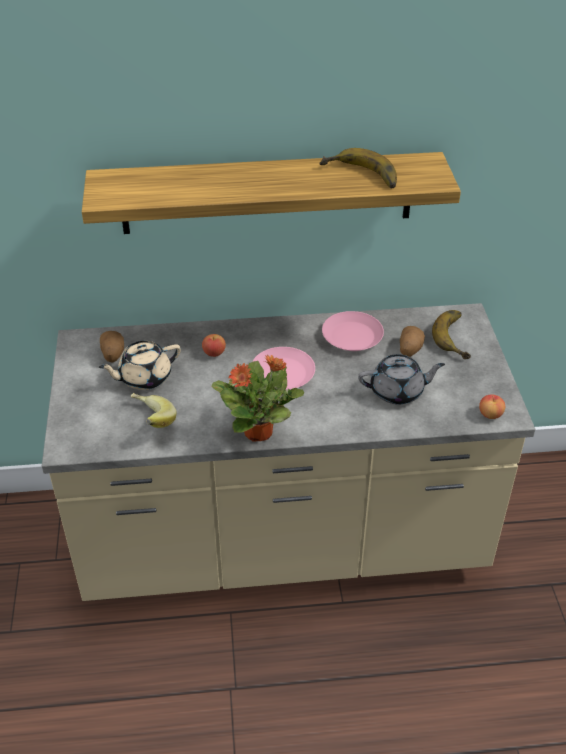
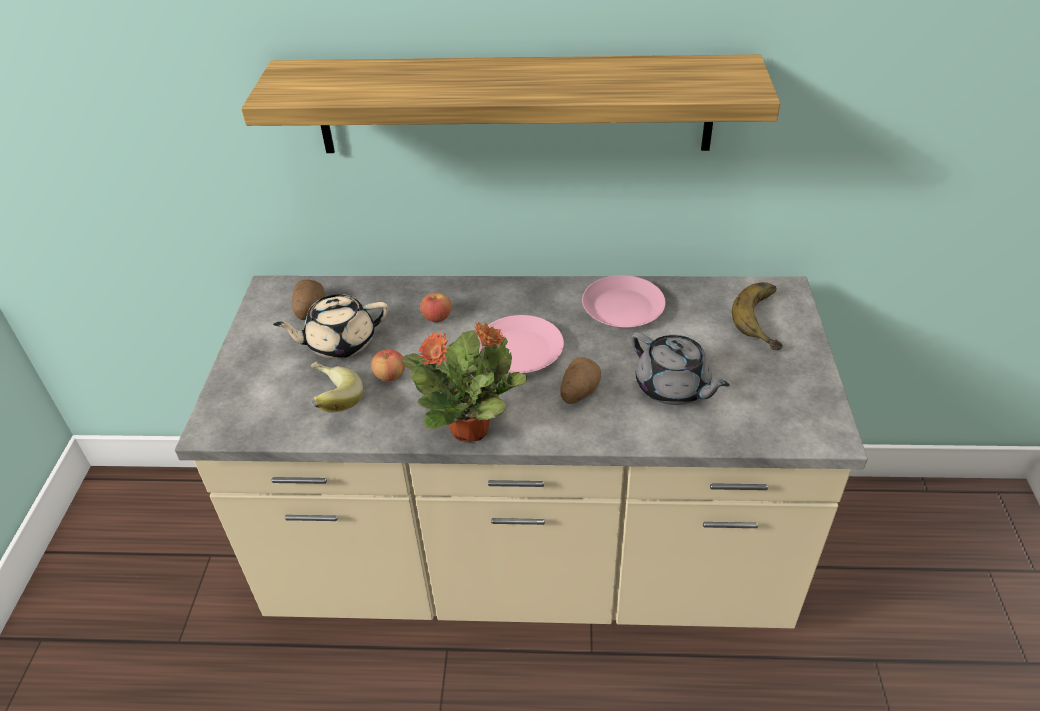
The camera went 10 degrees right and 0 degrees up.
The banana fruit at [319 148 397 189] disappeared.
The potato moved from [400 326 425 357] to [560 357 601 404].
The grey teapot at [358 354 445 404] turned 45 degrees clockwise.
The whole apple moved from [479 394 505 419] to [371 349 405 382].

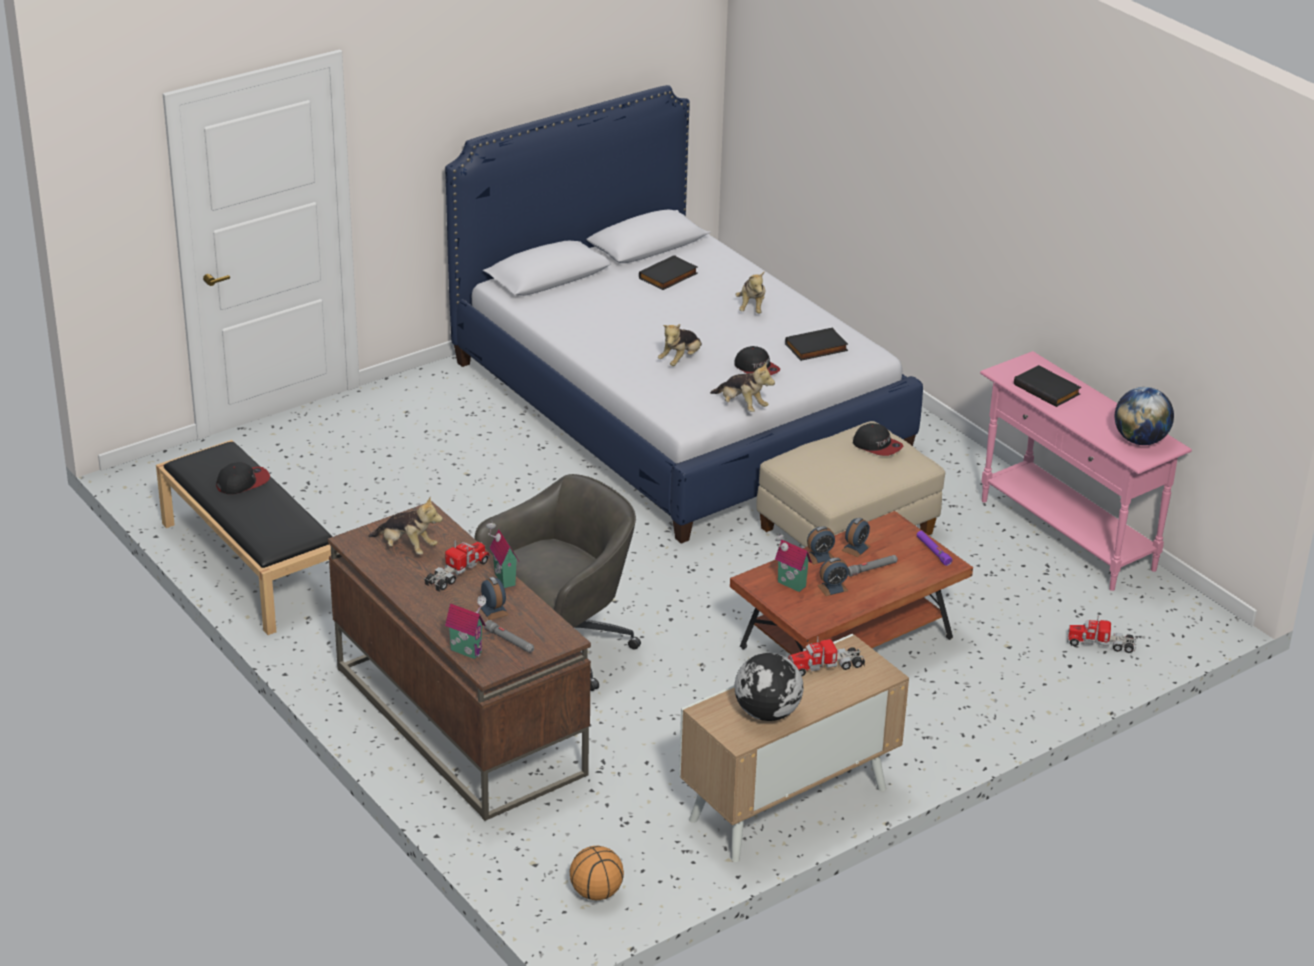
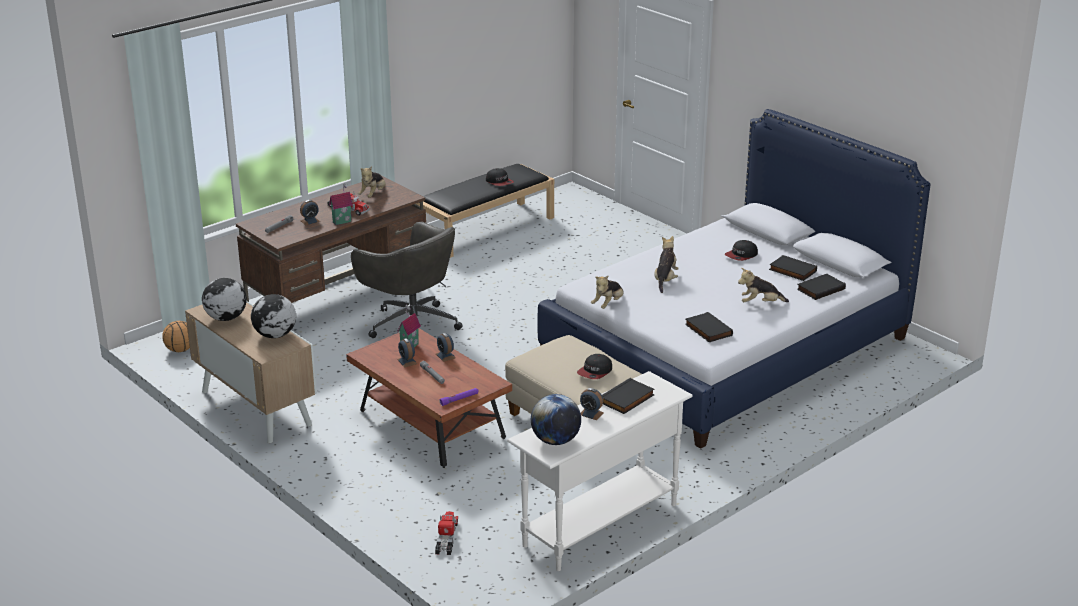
The camera went 85 degrees right and 5 degrees down.
The plush toy at [658 324 702 366] turned 75 degrees clockwise.
The cap moved from [734 346 780 375] to [724 240 758 261].
The pink narrow table at [980 351 1192 591] became the whitish narrow table at [507 371 693 571].
The bedside clock moved from [841 518 871 557] to [580 388 604 420].
The model house at [445 595 486 659] disappeared.
The model truck at [788 637 865 677] was replaced by the desk globe at [251 294 296 338].
The black volume at [797 274 846 300] appeared.

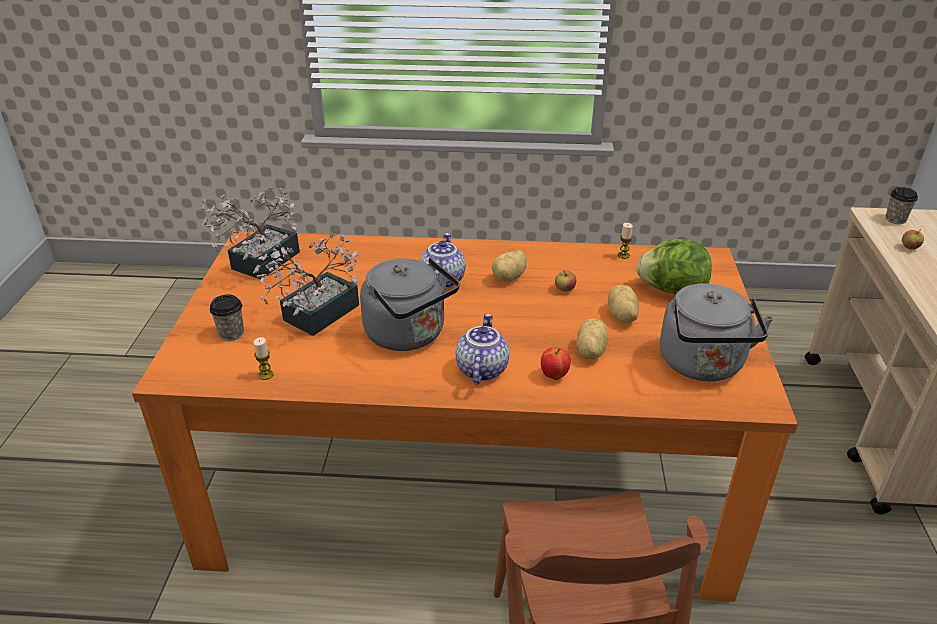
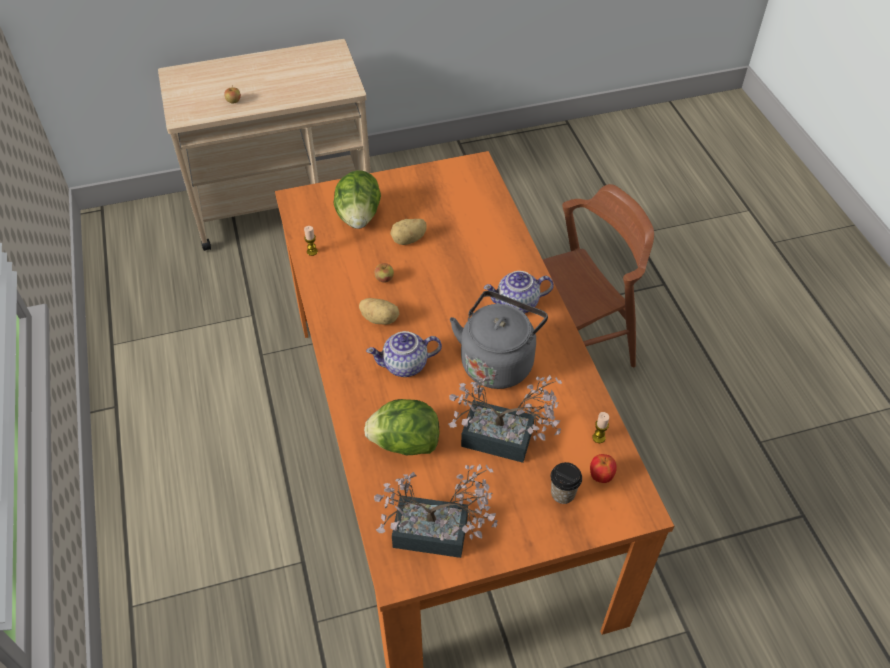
The camera went 110 degrees left and 15 degrees up.
The cup at [886 187 918 224] disappeared.
The grey water kettle at [660 284 773 381] disappeared.
The potato at [576 318 608 359] disappeared.
The whole apple moved from [541 347 571 380] to [590 454 617 483].
The head of lettuce at [364 399 439 455] appeared.

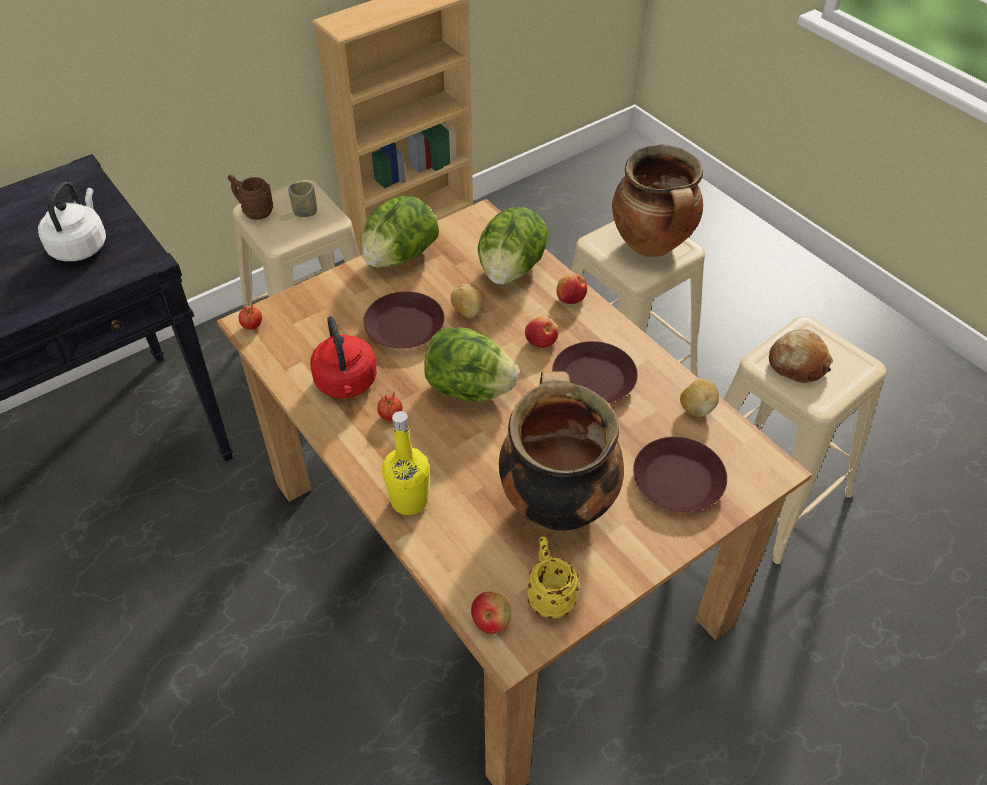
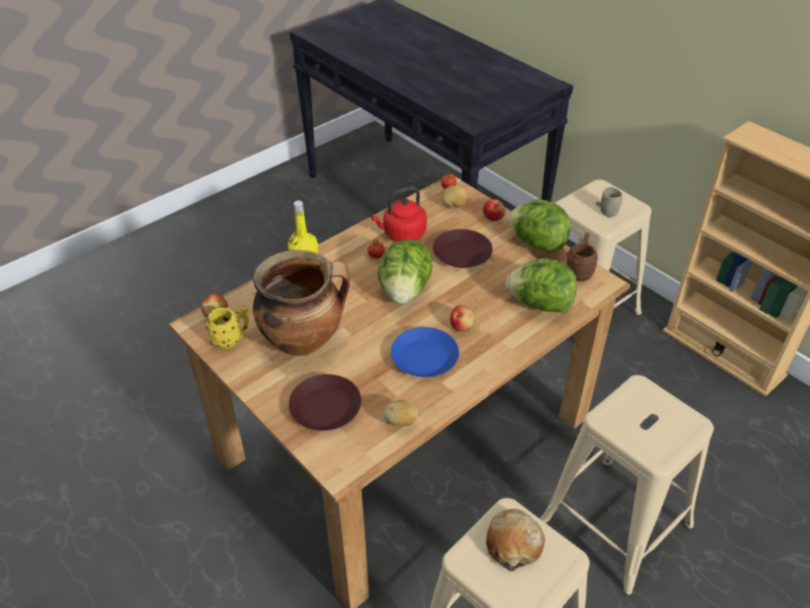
The camera went 85 degrees right and 5 degrees down.
The stockpot at [612 145 703 257] disappeared.
The brown-coloured tea mug moved from [228 175 273 220] to [566 233 598 282].
The whitish water kettle at [38 182 106 261] disappeared.
The whole apple moved from [557 274 587 304] to [483 199 505 221].
The potato moved from [451 284 484 318] to [442 185 467 208].
The brown-coloured dinner plate at [552 341 638 403] became the blue-coloured dinner plate at [391 327 459 377].

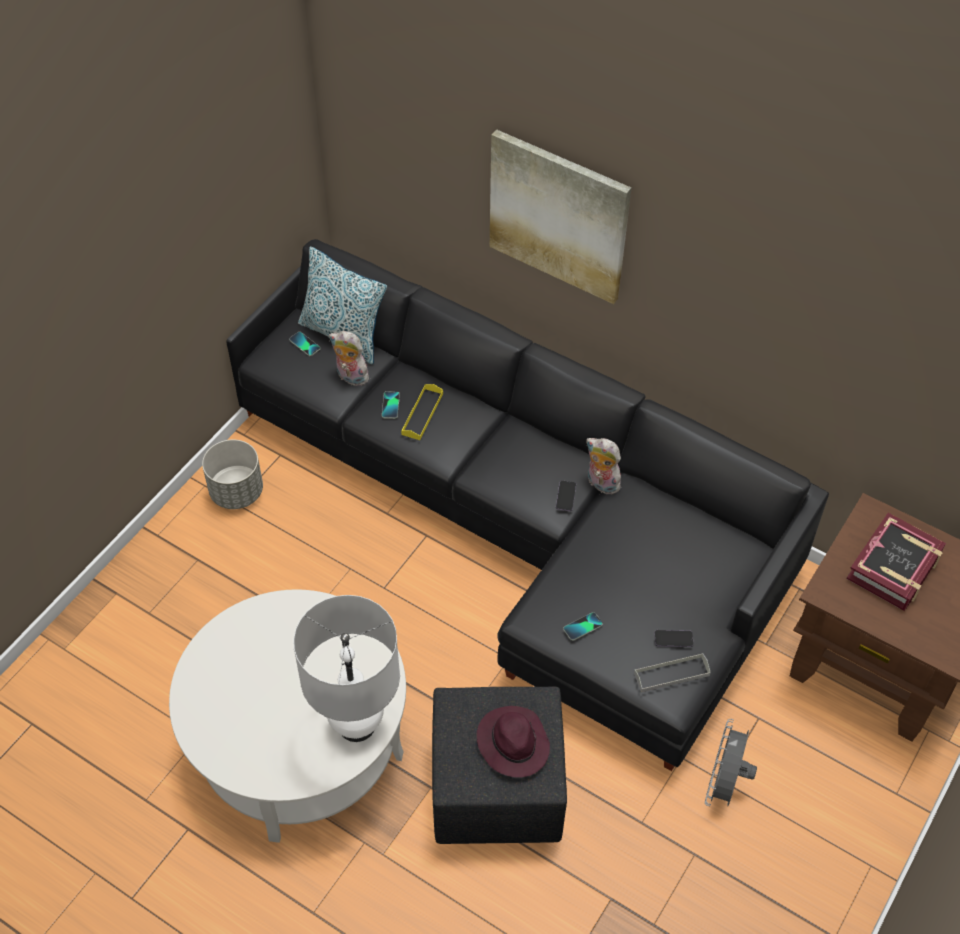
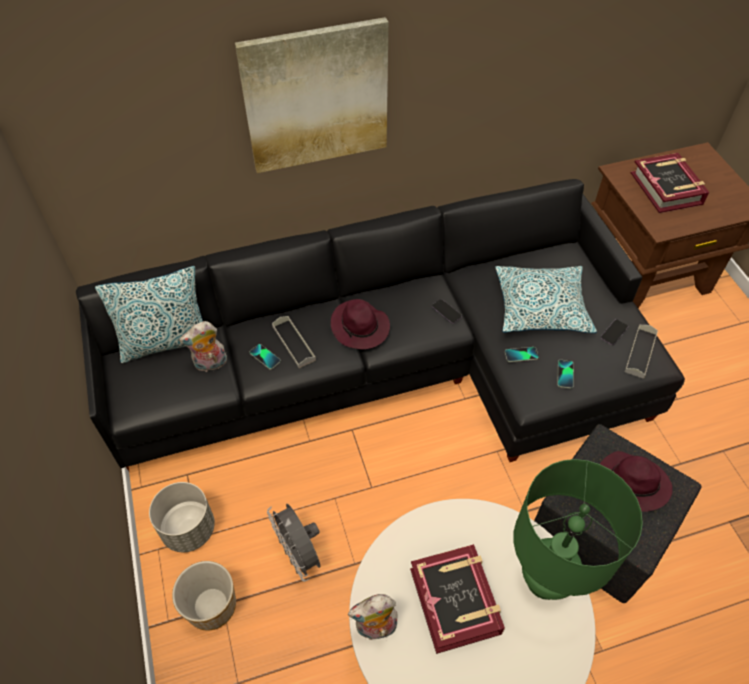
The camera went 50 degrees left and 0 degrees up.
The phone moved from [289 332 320 356] to [505 347 539 362].
The yellow tray at [401 384 443 440] became the grey tray at [272 316 316 368].
The plush toy moved from [586 438 625 494] to [348 594 397 641].
The whitish table lamp at [293 595 400 742] became the greenish table lamp at [513 459 643 600].
The grey electric fan moved from [705 719 757 806] to [267 504 320 582].
The cushion at [495 266 597 333] appeared.
The purplish wearable hat at [331 299 390 349] appeared.
The volume at [410 544 505 654] appeared.
The plant pot at [172 561 236 631] appeared.

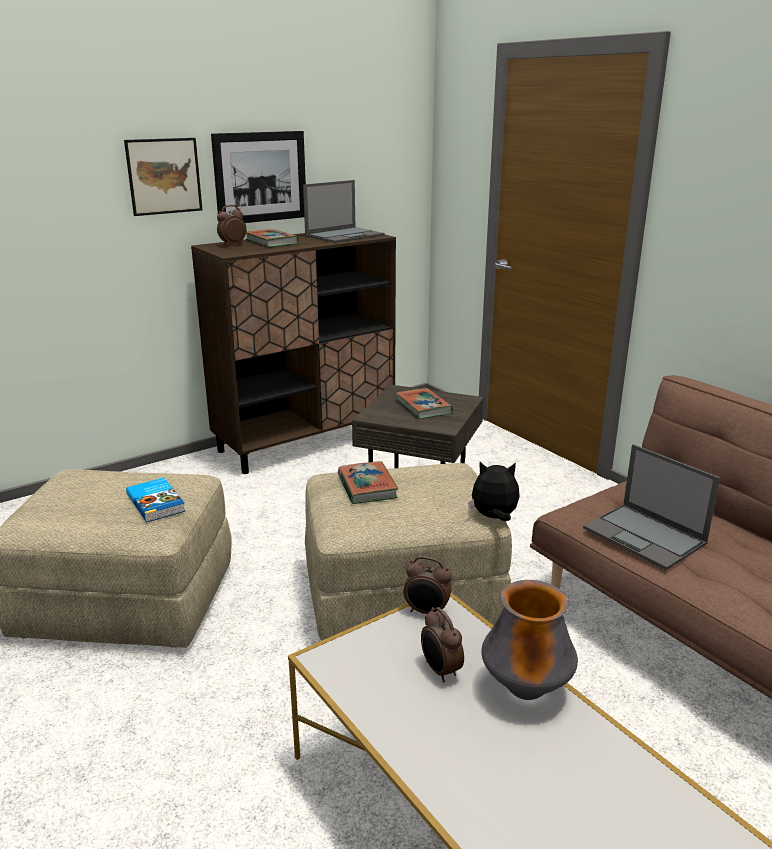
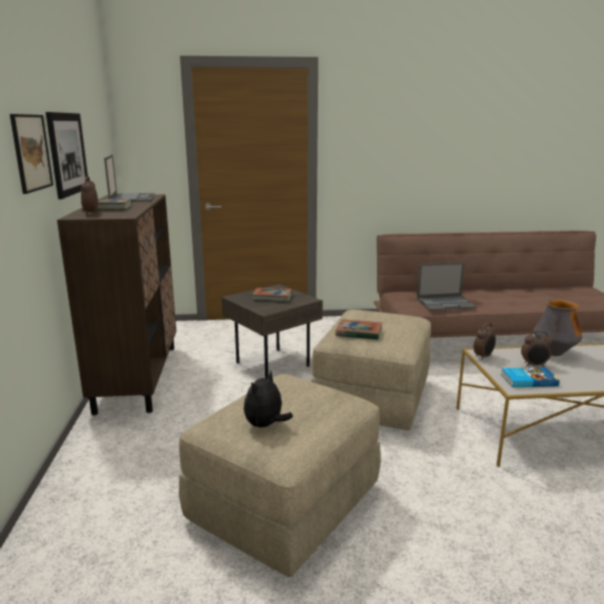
The camera went 60 degrees left and 5 degrees down.
The plush toy moved from [468 462 520 521] to [244 371 293 428].
The volume moved from [126 478 185 522] to [500 367 560 387].

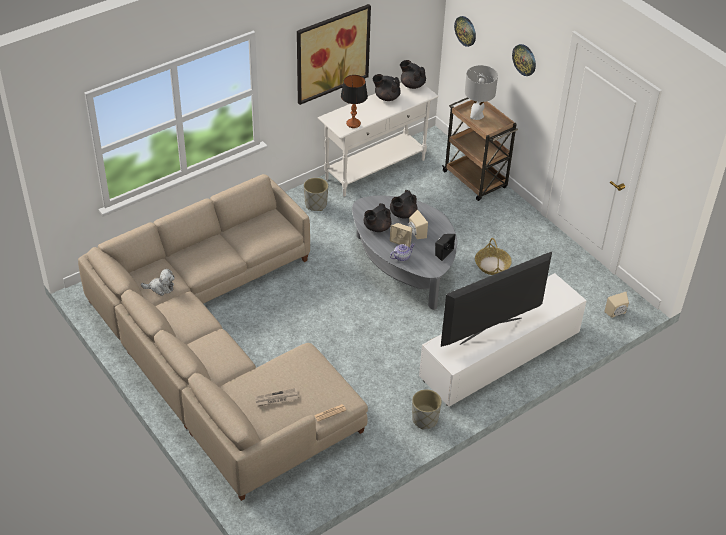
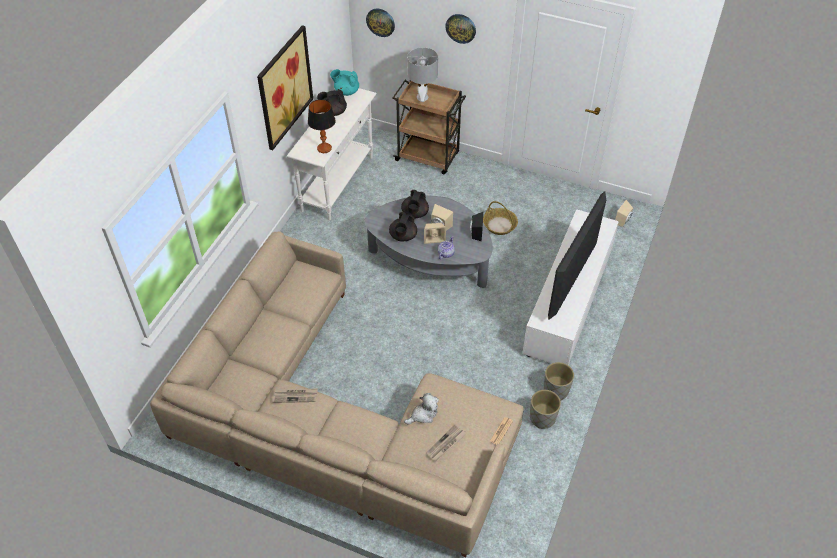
The camera went 30 degrees left and 5 degrees up.
The black teapot at [400 60 426 89] became the turquoise teapot at [330 69 359 96].
The grey plant pot moved from [304 178 328 211] to [530 390 561 429].
The plush toy moved from [141 269 175 296] to [404 393 439 425].
The printed paper at [272 388 318 403] appeared.

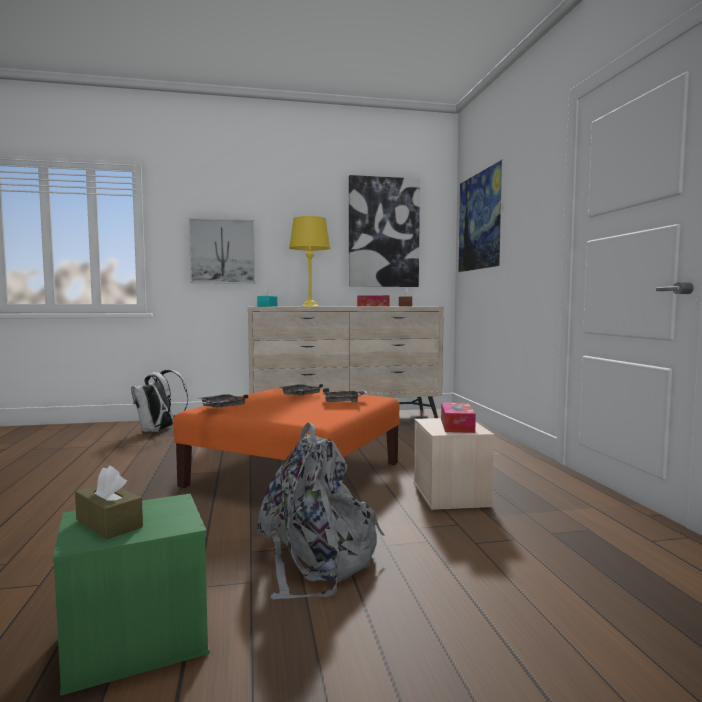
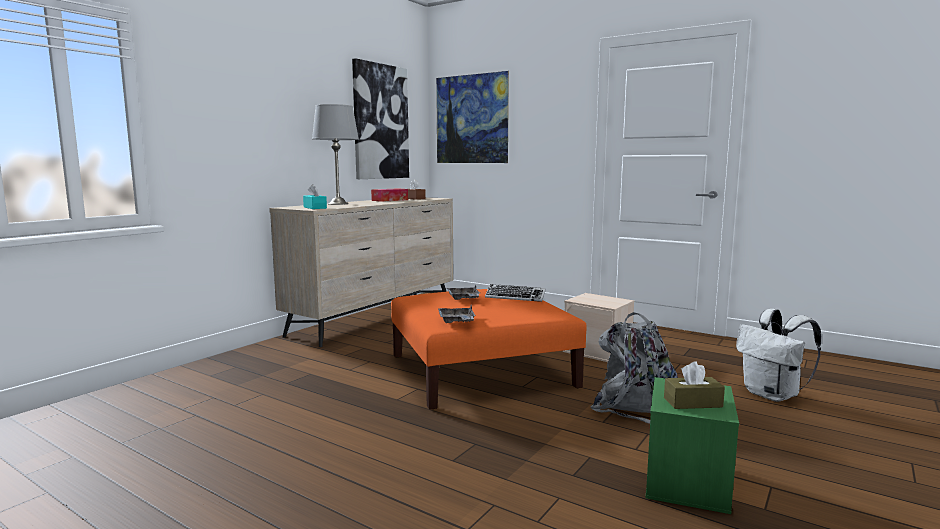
The camera went 45 degrees left and 5 degrees up.
The yellow table lamp at [289 216 330 307] became the grey table lamp at [312 104 359 205].
The wall picture at [189 218 255 284] disappeared.
The whitish rucksack moved from [131 370 188 432] to [736 309 821 402].
The grey tray at [323 388 368 402] was replaced by the computer keyboard at [485 284 546 302].
The tissue holder at [441 402 476 433] disappeared.

